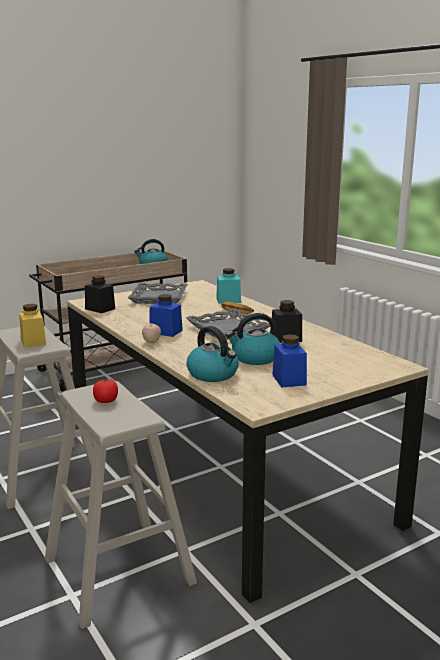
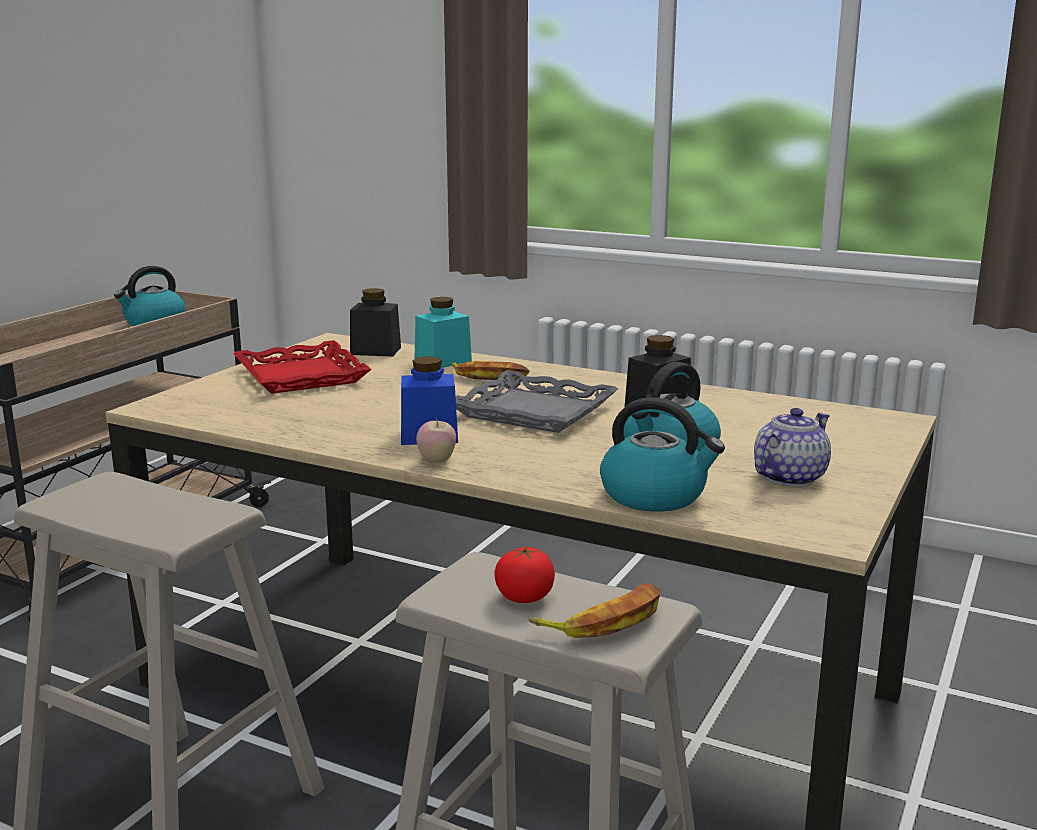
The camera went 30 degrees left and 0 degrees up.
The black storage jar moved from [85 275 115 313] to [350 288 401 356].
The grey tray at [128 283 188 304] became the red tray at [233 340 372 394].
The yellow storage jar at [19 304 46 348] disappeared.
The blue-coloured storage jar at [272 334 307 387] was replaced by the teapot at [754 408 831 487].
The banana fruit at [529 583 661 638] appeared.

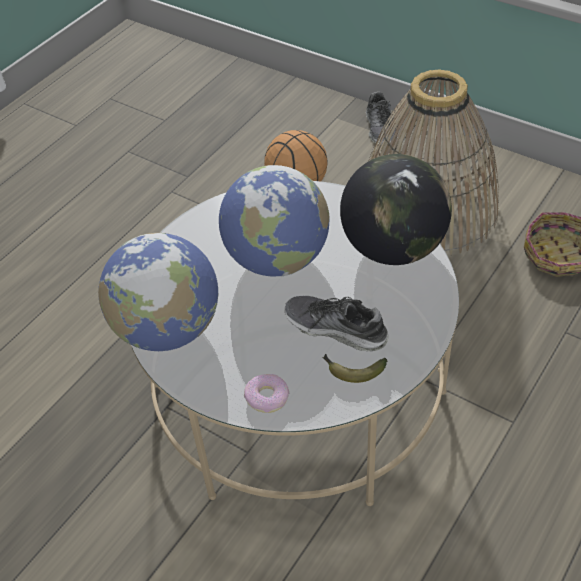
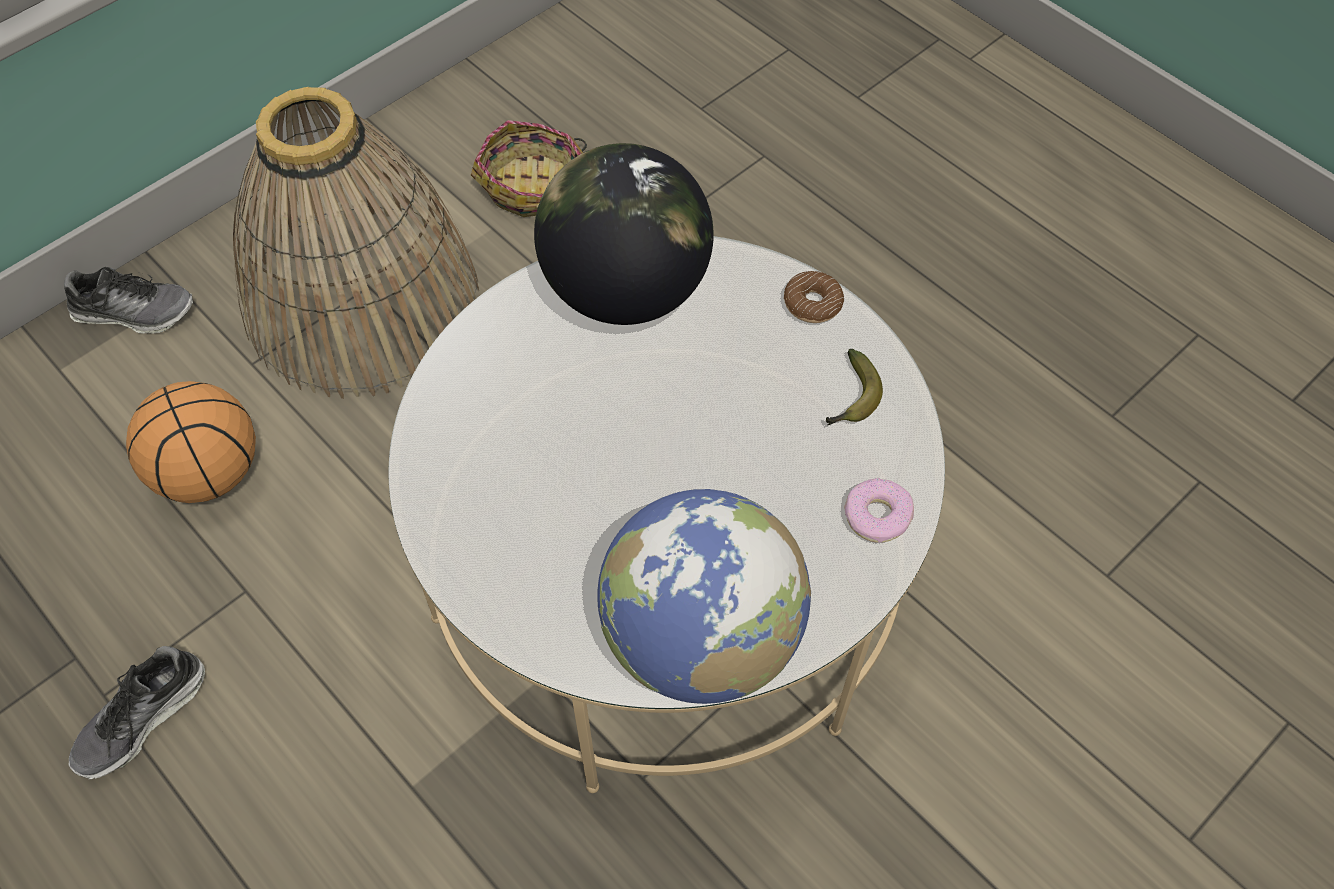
The camera went 80 degrees left and 10 degrees up.
The desk globe at [219 165 330 277] disappeared.
The item of footwear moved from [285 296 389 351] to [69 646 205 779].
The donut at [784 271 844 323] appeared.

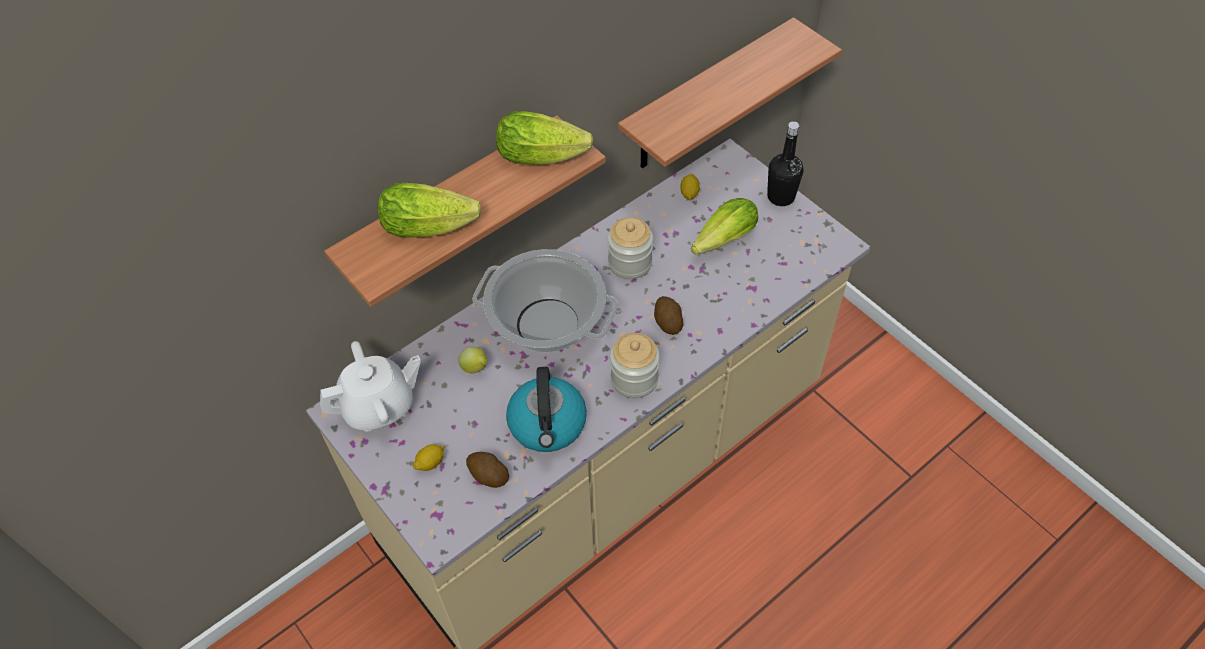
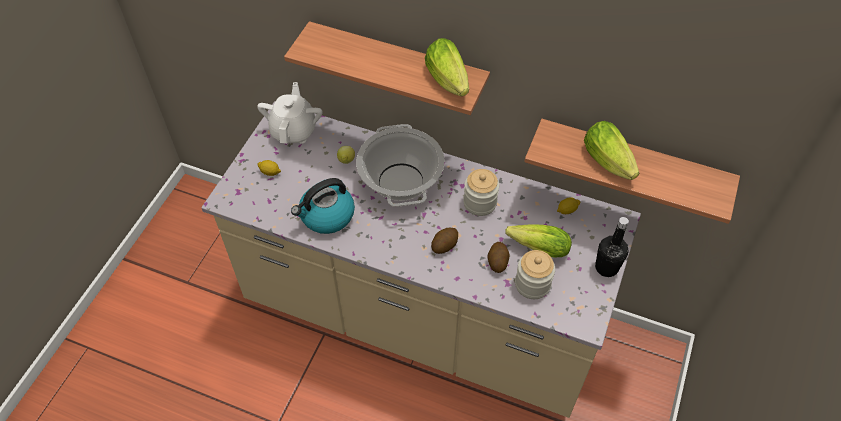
The camera went 60 degrees right and 0 degrees up.
The head of lettuce moved from [378 183 481 238] to [584 121 639 180].
The storage jar moved from [610 333 660 398] to [515 250 555 299].
The whitish teapot at [320 341 421 431] turned 120 degrees counterclockwise.
The potato moved from [466 452 509 488] to [487 242 510 273].

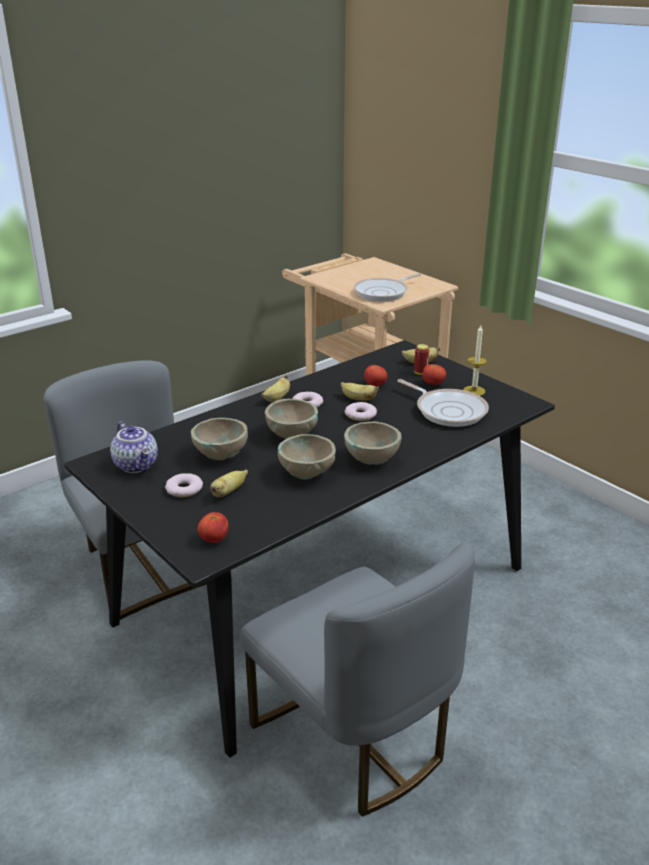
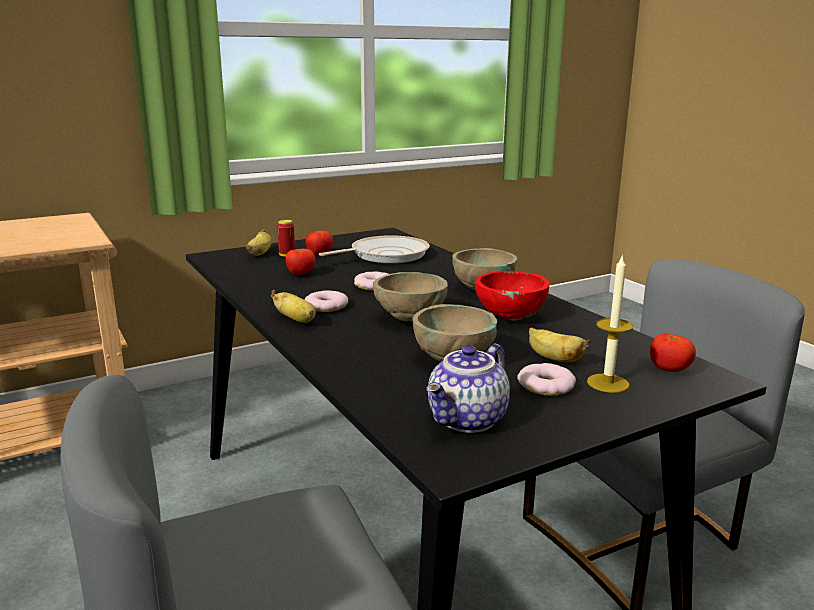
The camera went 80 degrees left and 10 degrees down.
The skillet at [354 273 421 301] disappeared.
The candle moved from [463 325 487 396] to [587 254 633 393].
The banana fruit at [341 382 379 401] disappeared.
The teapot at [110 422 158 473] turned 150 degrees clockwise.
The beige deep dish at [278 434 336 479] became the red deep dish at [475 271 549 320].

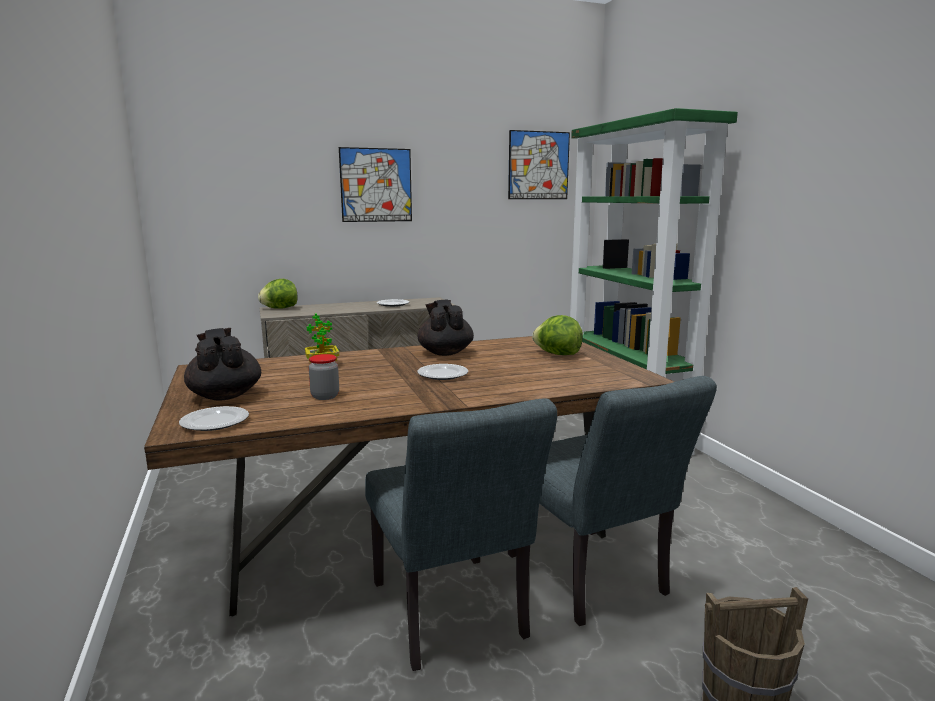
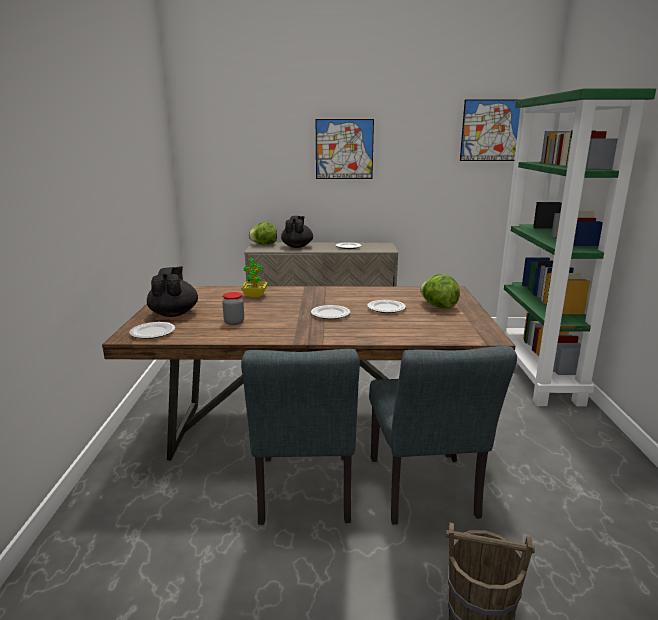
The camera went 20 degrees right and 5 degrees up.
The black teapot moved from [417 299 474 356] to [281 216 313 248].
The dinner plate at [367 300 406 313] appeared.

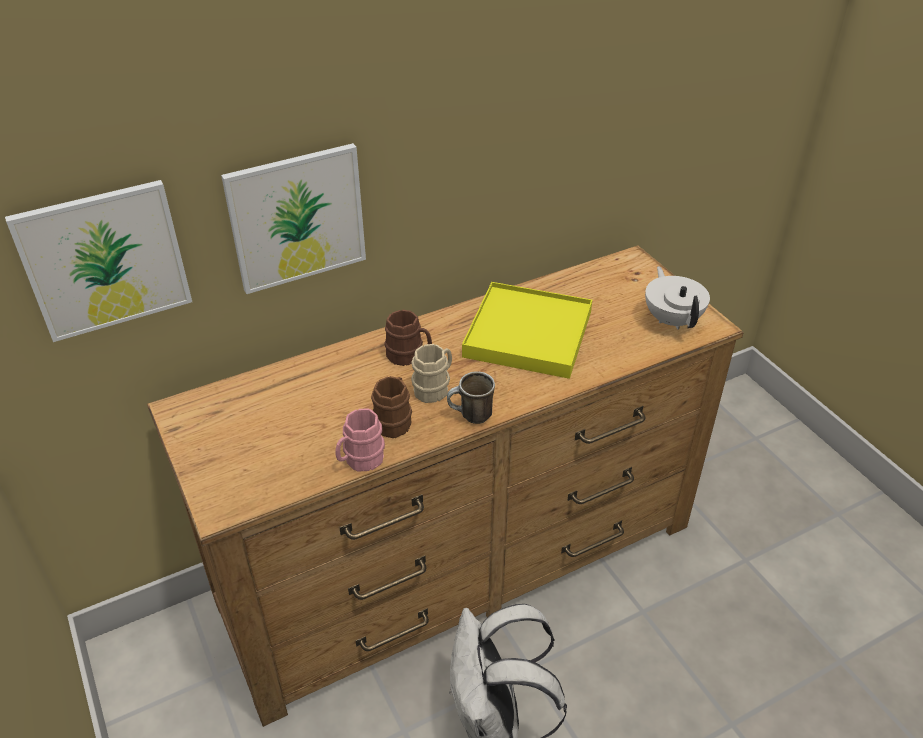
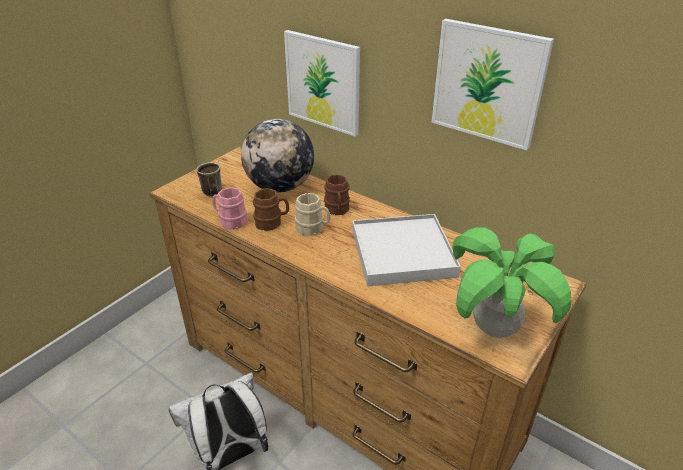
The camera went 65 degrees right and 5 degrees down.
The wall picture moved from [5 180 192 342] to [432 19 554 150].
The whitish teapot at [645 266 710 329] was replaced by the potted plant at [452 227 571 338].
The yellow tray at [462 282 592 379] became the whitish tray at [352 214 461 286].
The tea mug moved from [447 371 495 424] to [196 162 222 196].
The desk globe at [241 119 314 192] appeared.

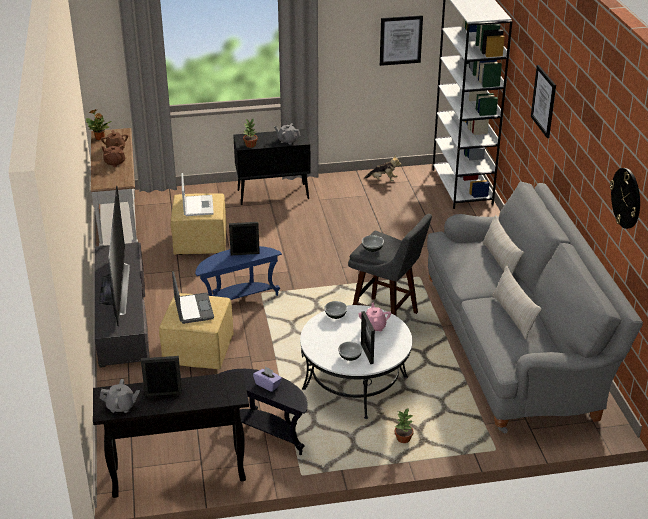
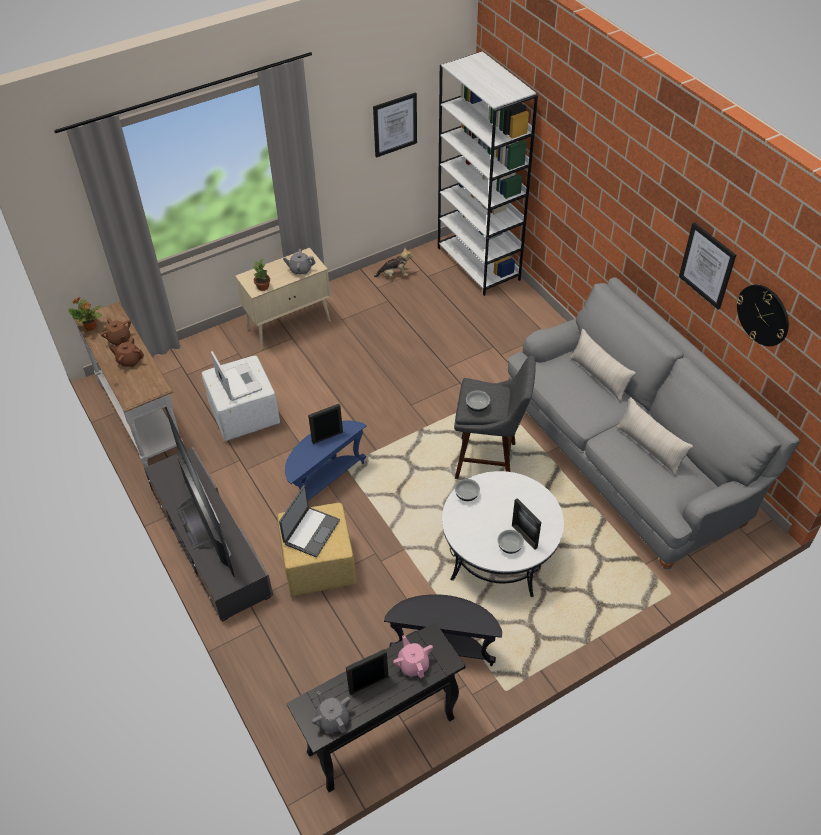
The camera went 20 degrees left and 15 degrees up.
The wall picture moved from [531 65 556 138] to [679 222 736 310].
The black cabinet at [233 129 311 205] became the beige cabinet at [235 248 331 350].
The yellow pouffe at [171 193 227 255] became the whitish pouffe at [202 356 280 441].
The portable computer at [172 271 214 324] turned 60 degrees clockwise.
The pink teapot moved from [358 303 391 332] to [393 635 433 678].
The purplish tissue holder at [253 366 282 392] disappeared.
The grey teapot at [100 379 140 413] turned 105 degrees counterclockwise.
The potted plant at [394 408 414 443] disappeared.

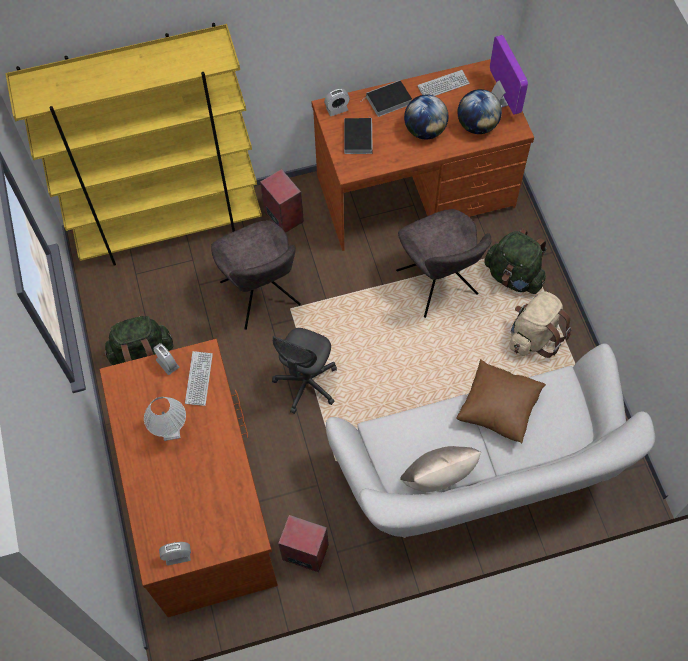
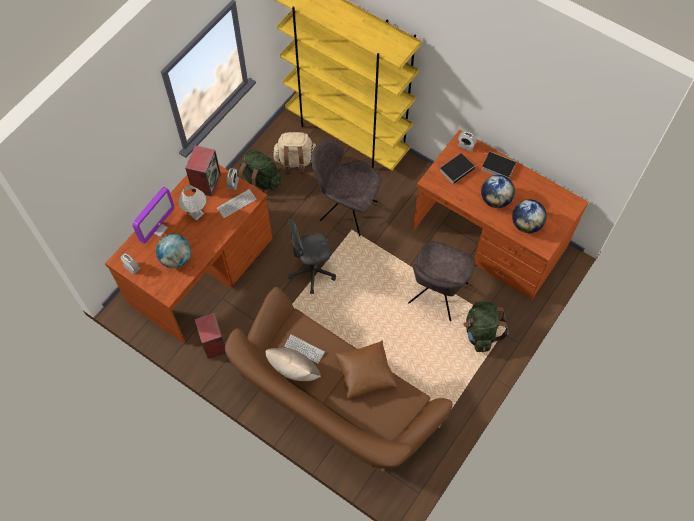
The camera went 50 degrees right and 0 degrees up.
The computer screen moved from [490 35 528 115] to [132 187 175 244].
The computer keyboard moved from [417 70 469 96] to [284 335 325 363].
The speaker moved from [260 169 304 233] to [185 145 221 196].
The grey upright chair at [211 220 301 330] turned 90 degrees clockwise.
The beige rucksack moved from [509 291 571 358] to [272 132 316 174].
The whitish sofa at [326 344 655 538] became the brown-coloured sofa at [225 287 453 471].
The desk globe at [156 234 191 268] appeared.

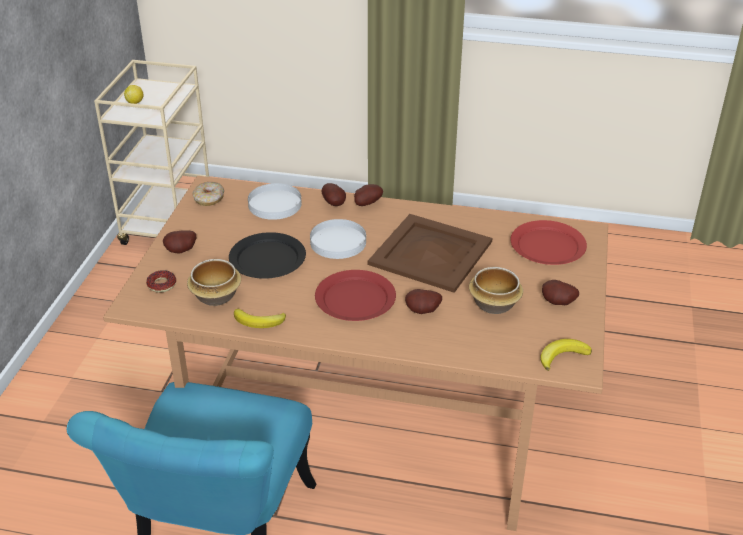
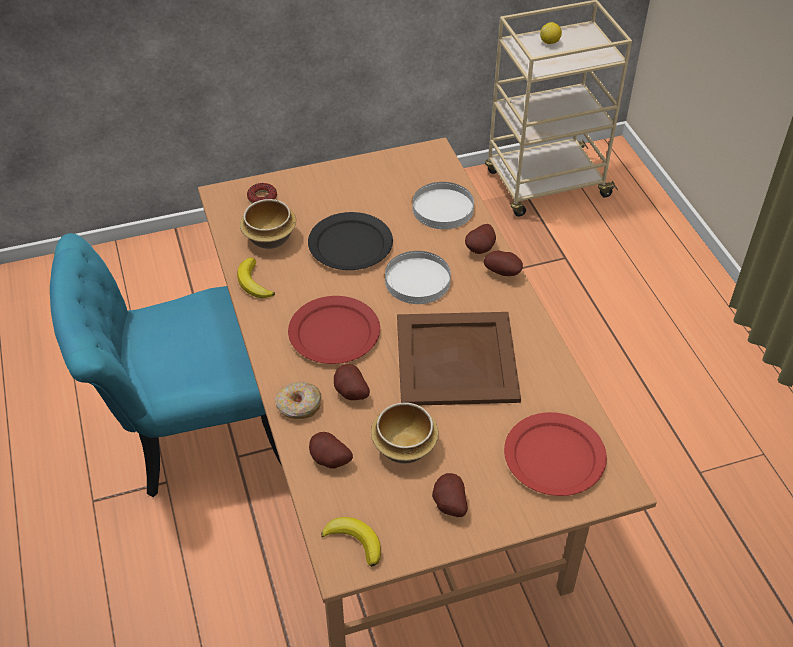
The camera went 60 degrees right and 10 degrees up.
The donut moved from [192 182 224 206] to [275 382 321 419].
The potato moved from [163 230 196 253] to [309 432 353 469].

